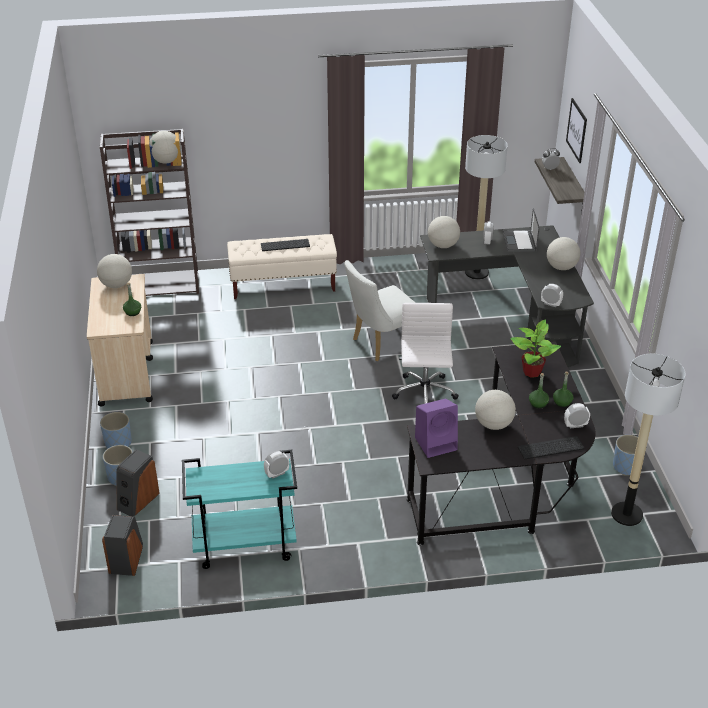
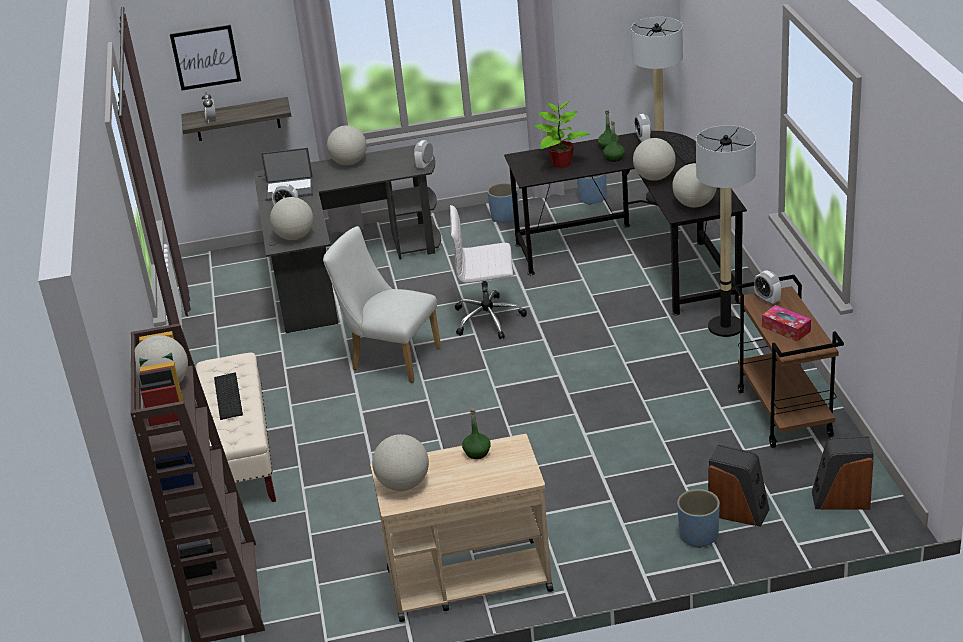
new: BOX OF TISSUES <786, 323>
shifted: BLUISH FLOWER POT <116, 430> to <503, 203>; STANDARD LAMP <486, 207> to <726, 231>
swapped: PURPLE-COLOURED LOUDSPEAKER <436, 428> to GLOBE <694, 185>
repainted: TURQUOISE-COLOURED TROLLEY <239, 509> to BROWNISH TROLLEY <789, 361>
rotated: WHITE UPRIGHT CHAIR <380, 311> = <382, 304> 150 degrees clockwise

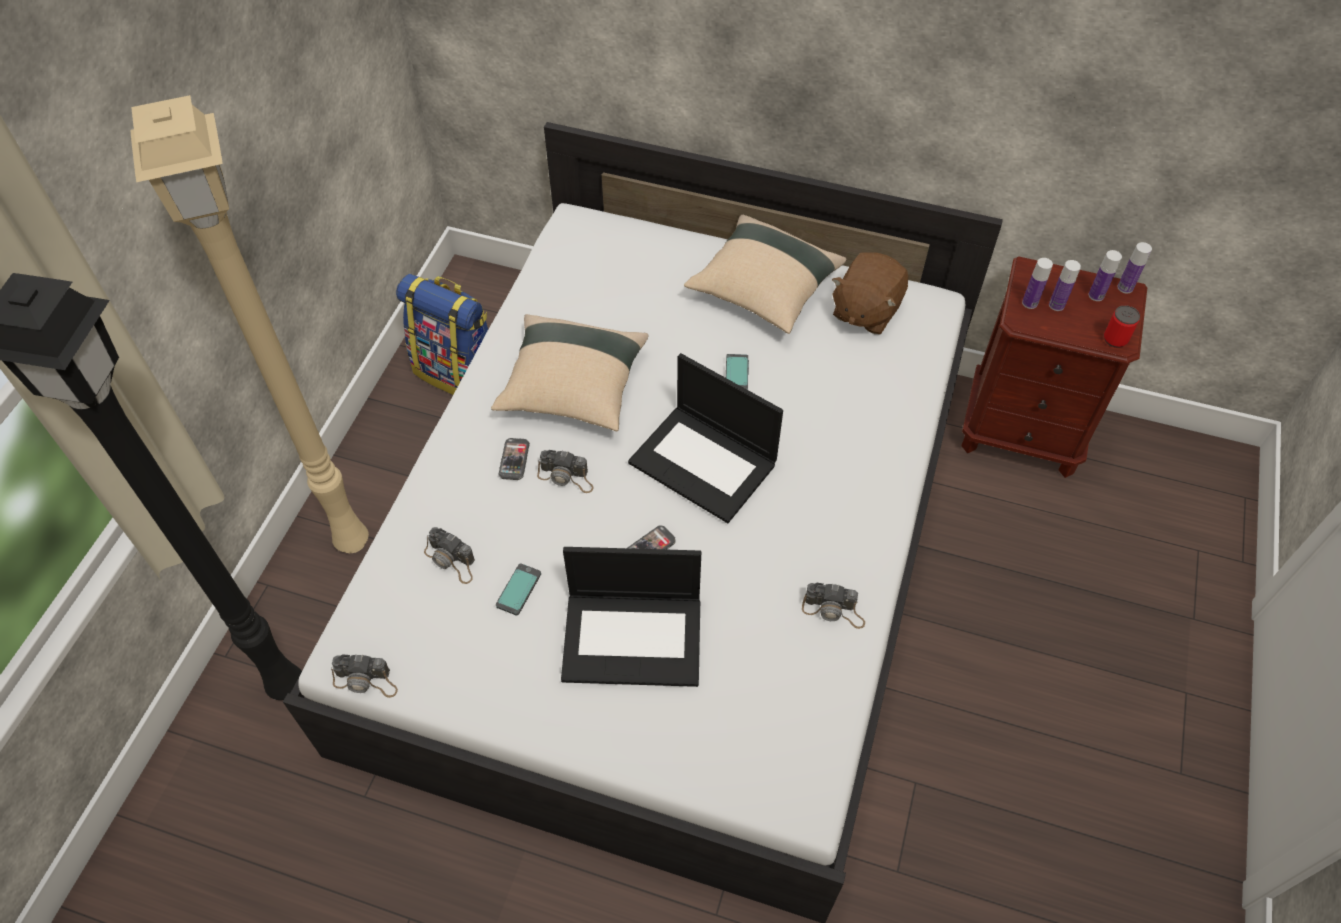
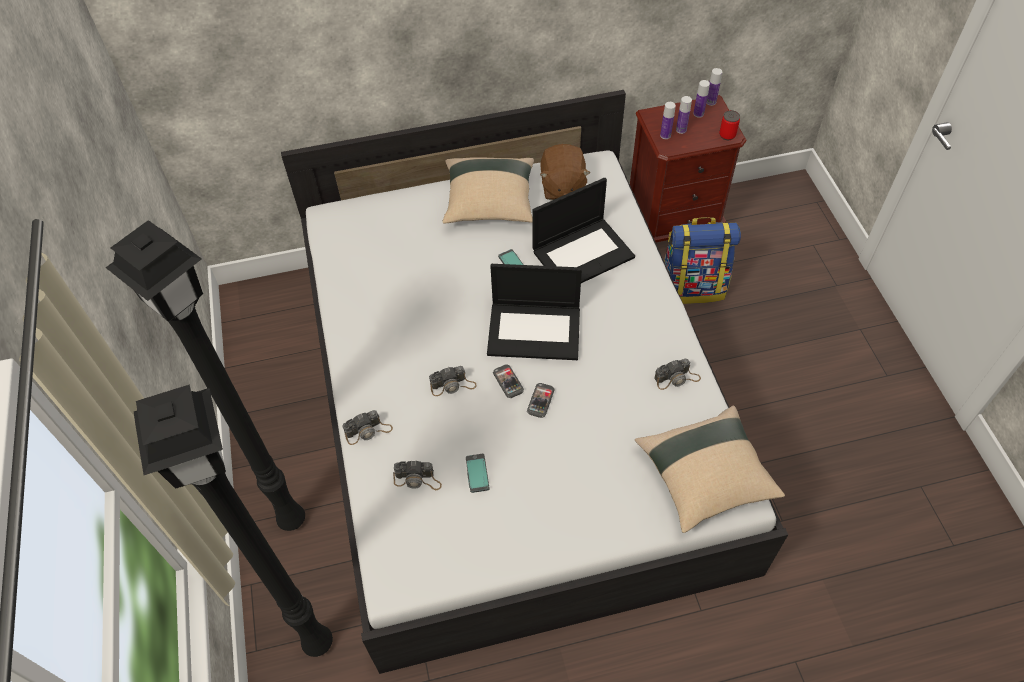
shifted: PHOTO CAMERA <364, 676> to <367, 427>; BACKPACK <442, 334> to <702, 260>; BEIGE CUSHION <569, 372> to <710, 469>; HANDSET <514, 459> to <508, 381>; PORTABLE COMPUTER <631, 617> to <583, 230>
repainted: BEIGE STANDARD LAMP <249, 324> to BLACK-COLOURED STANDARD LAMP <205, 375>

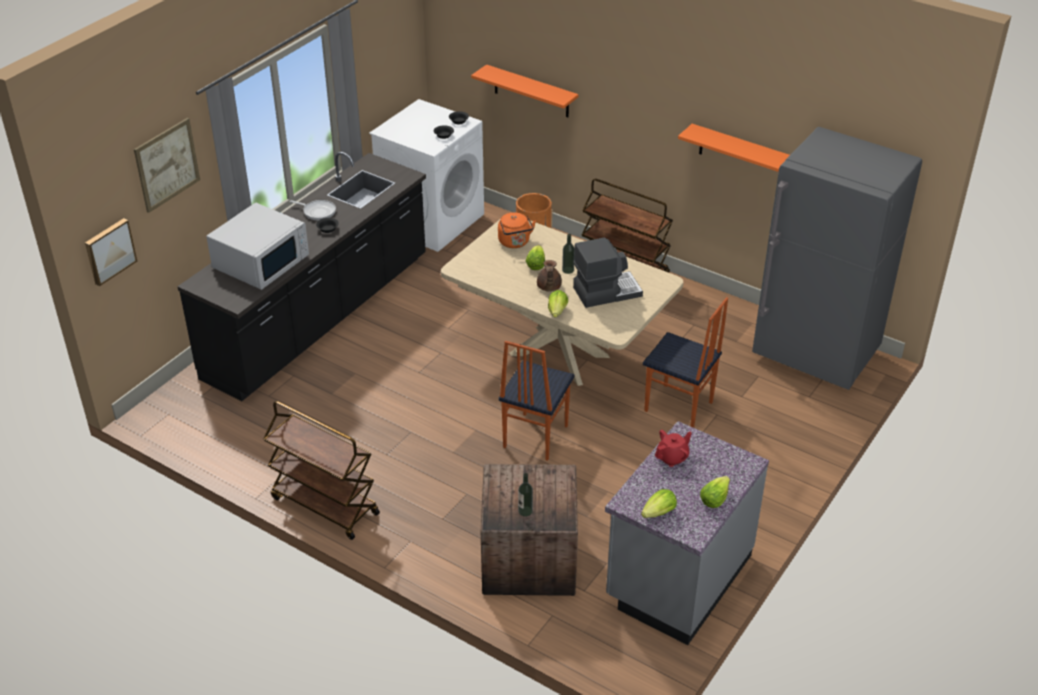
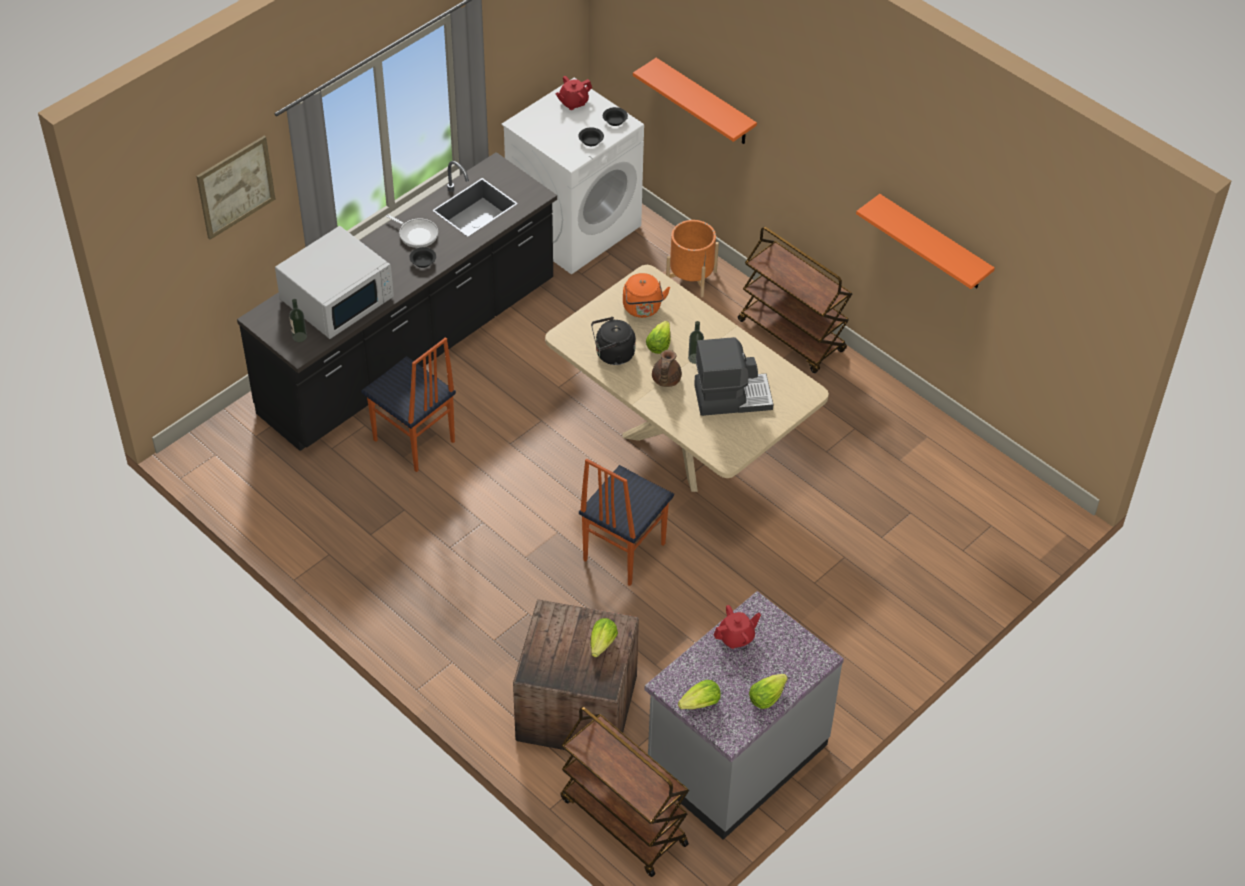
gone: PICTURE <111, 252>; GRAY FRIDGE <837, 258>
new: REDDISH TEA POT <573, 93>; BLACK-COLOURED KETTLE <613, 341>
shifted: BROWNISH TROLLEY <321, 470> to <624, 791>; BOTTLE <525, 495> to <298, 320>; LETTUCE HEAD <558, 303> to <604, 637>; UPRIGHT CHAIR <685, 362> to <408, 404>

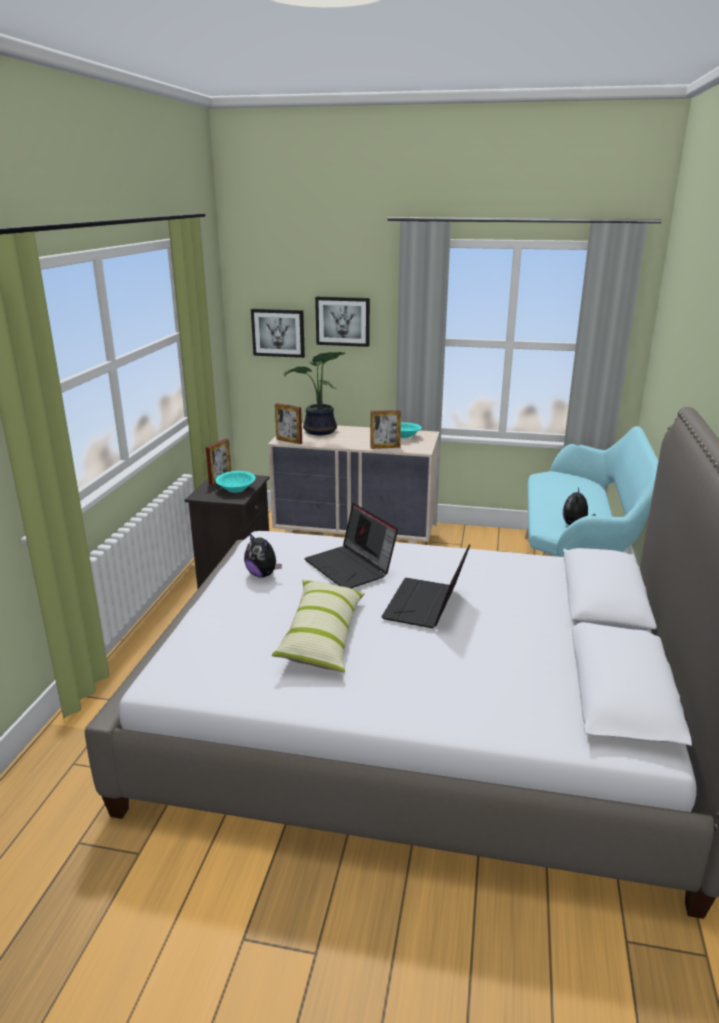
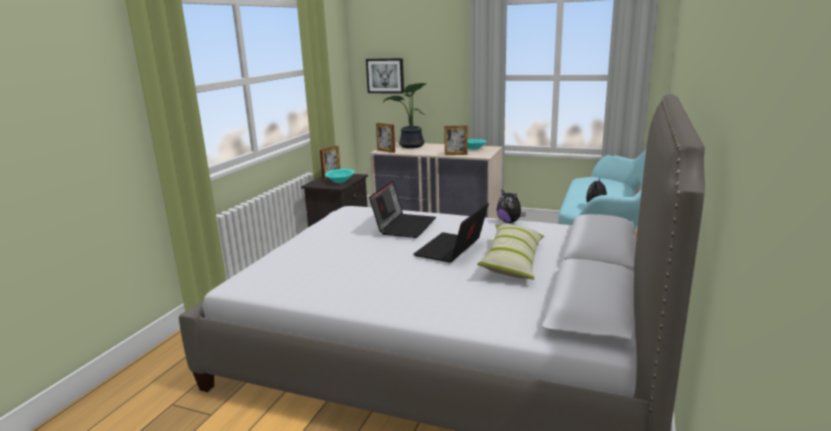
gone: PICTURE <342, 322>
shifted: CUDDLY TOY <263, 555> to <511, 206>; CUSHION <318, 625> to <510, 251>
rotated: PORTABLE COMPUTER <351, 545> = <402, 209> 135 degrees counterclockwise

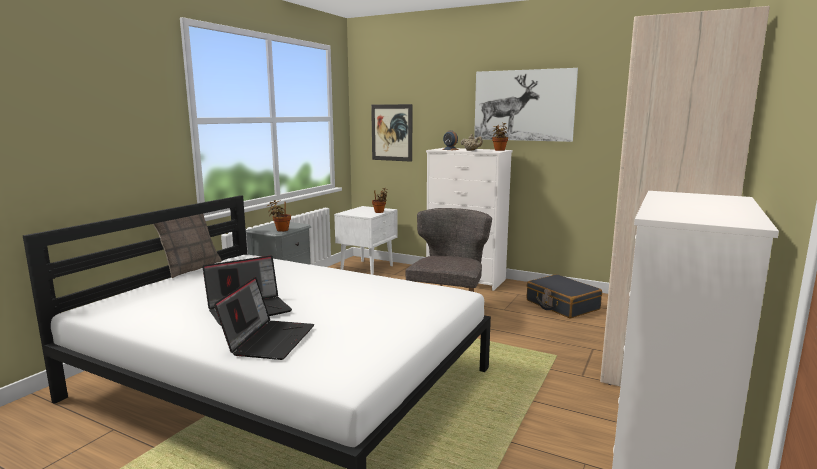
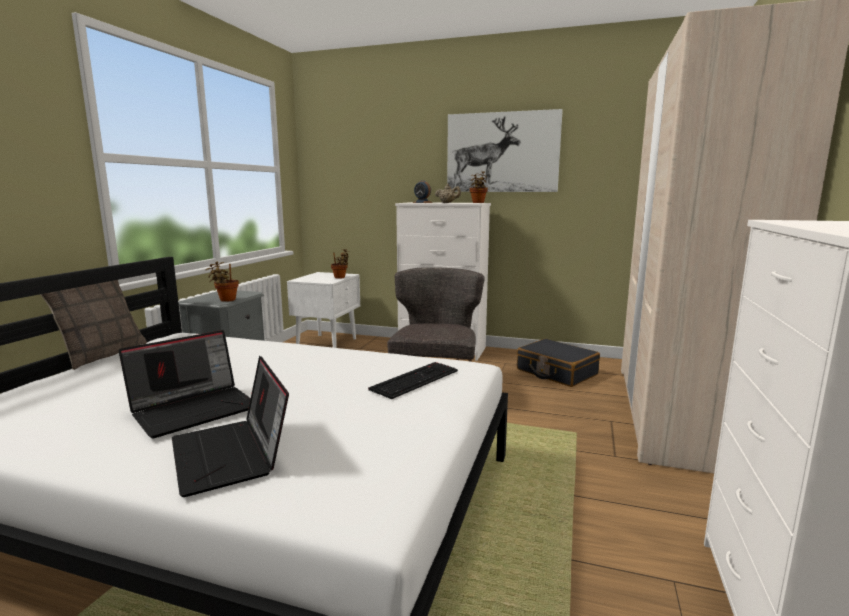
gone: PICTURE <391, 133>
new: COMPUTER KEYBOARD <413, 380>
rotated: PORTABLE COMPUTER <264, 318> = <230, 426> 150 degrees clockwise

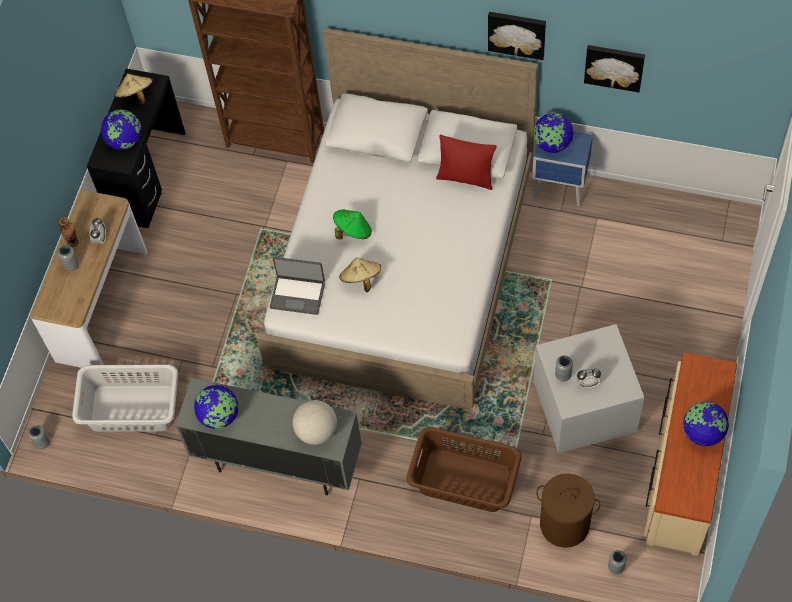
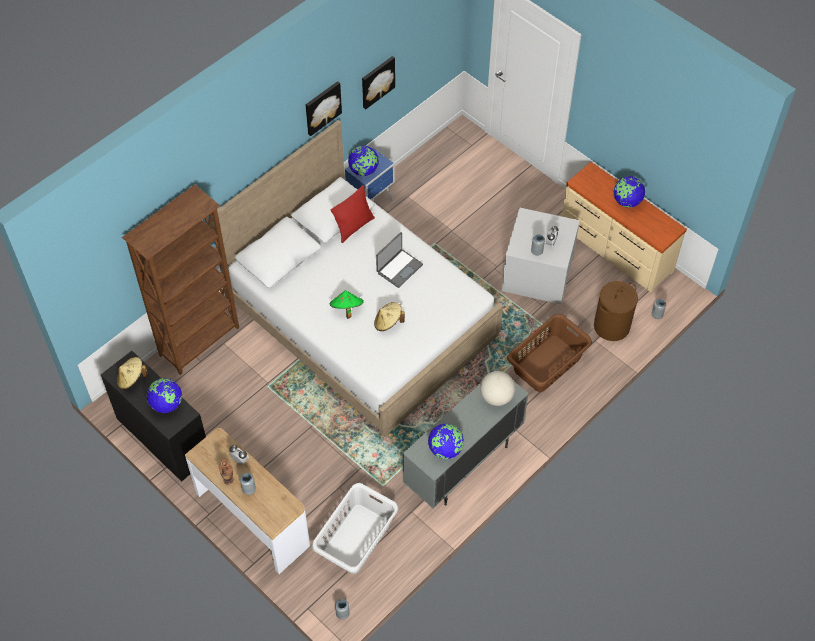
shifted: PORTABLE COMPUTER <297, 286> to <399, 260>

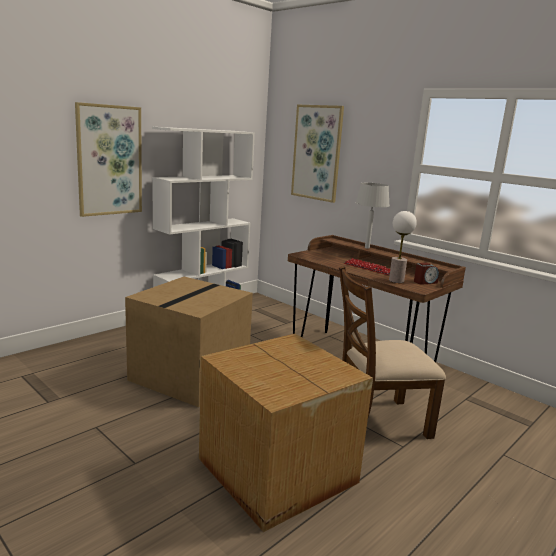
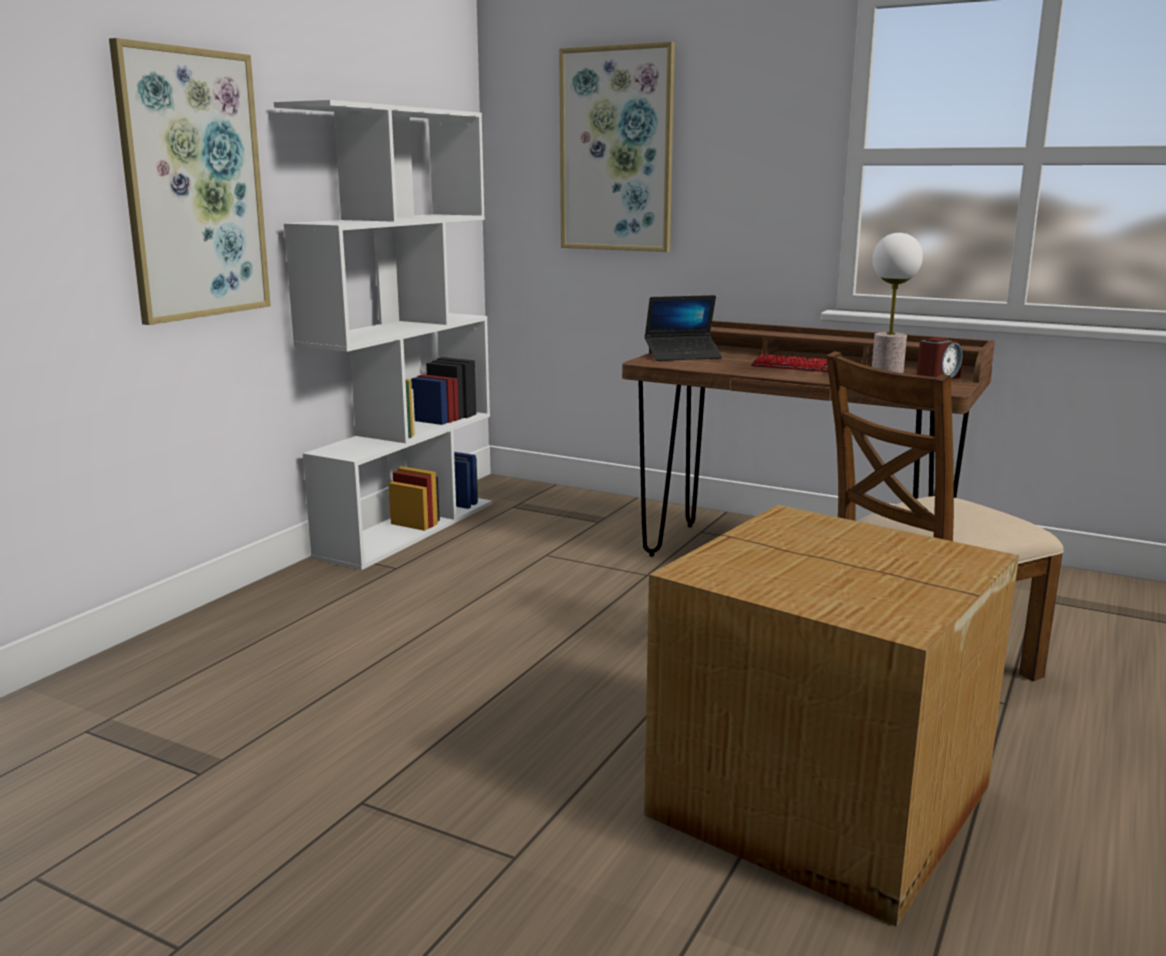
gone: CARTON <189, 342>; GRAY TABLE LAMP <372, 216>
new: PORTABLE COMPUTER <683, 328>

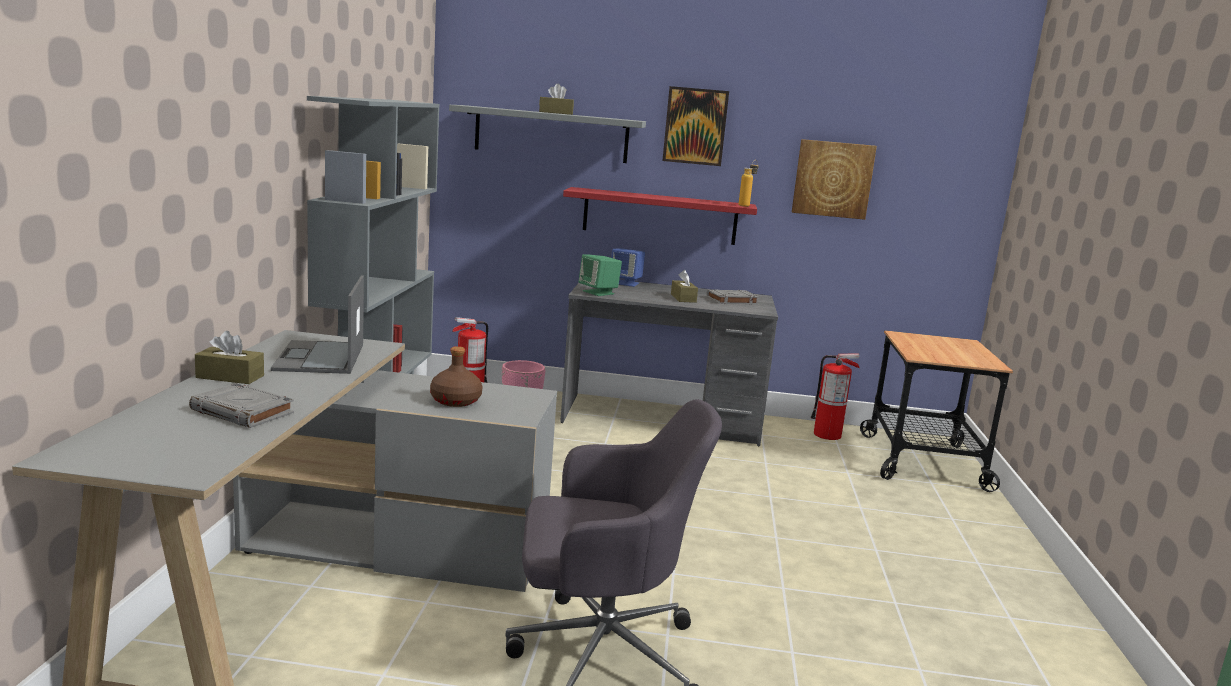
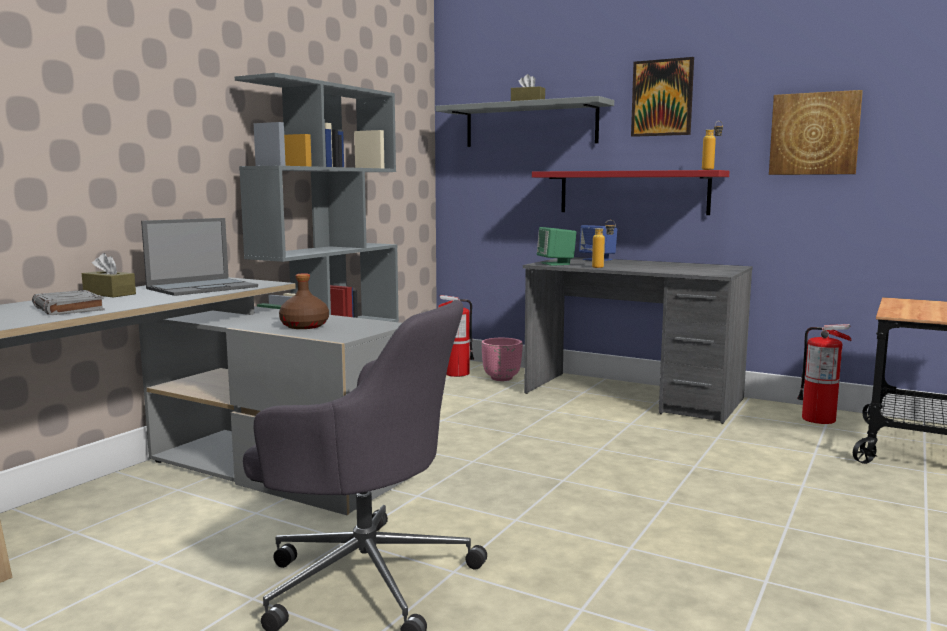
gone: BROWNISH BOX OF TISSUES <684, 286>; GRAY BOUND BOOK <733, 297>
new: BOTTLE <603, 244>
rotated: PORTABLE COMPUTER <317, 324> = <199, 257> 150 degrees counterclockwise

